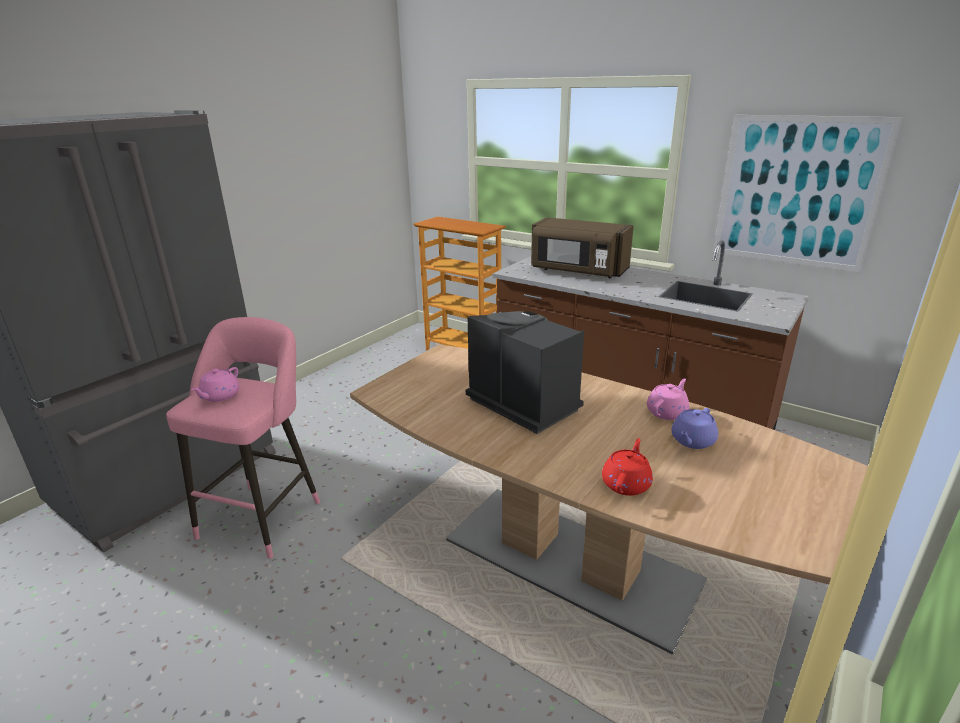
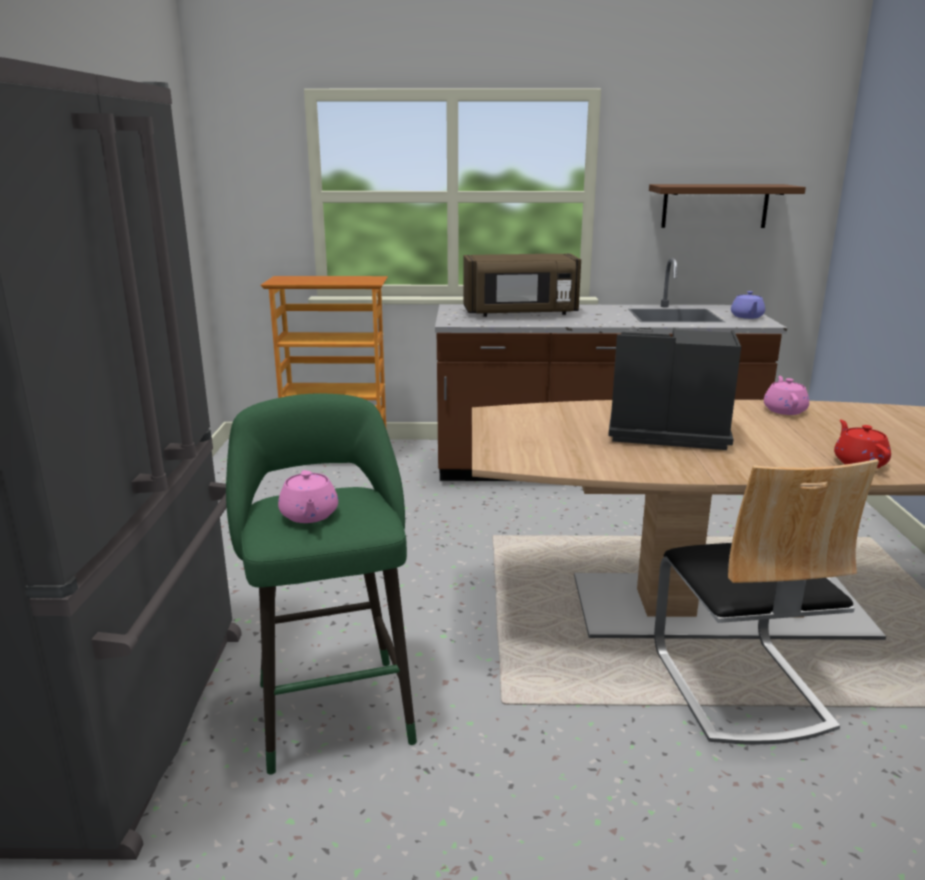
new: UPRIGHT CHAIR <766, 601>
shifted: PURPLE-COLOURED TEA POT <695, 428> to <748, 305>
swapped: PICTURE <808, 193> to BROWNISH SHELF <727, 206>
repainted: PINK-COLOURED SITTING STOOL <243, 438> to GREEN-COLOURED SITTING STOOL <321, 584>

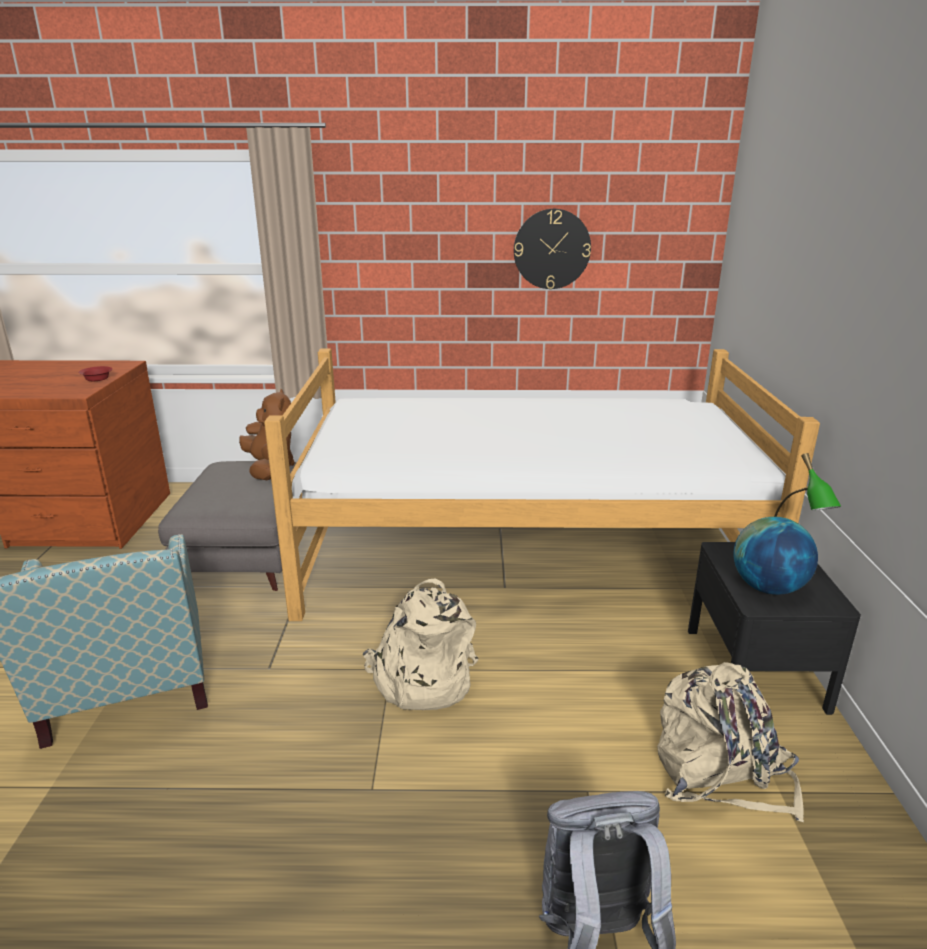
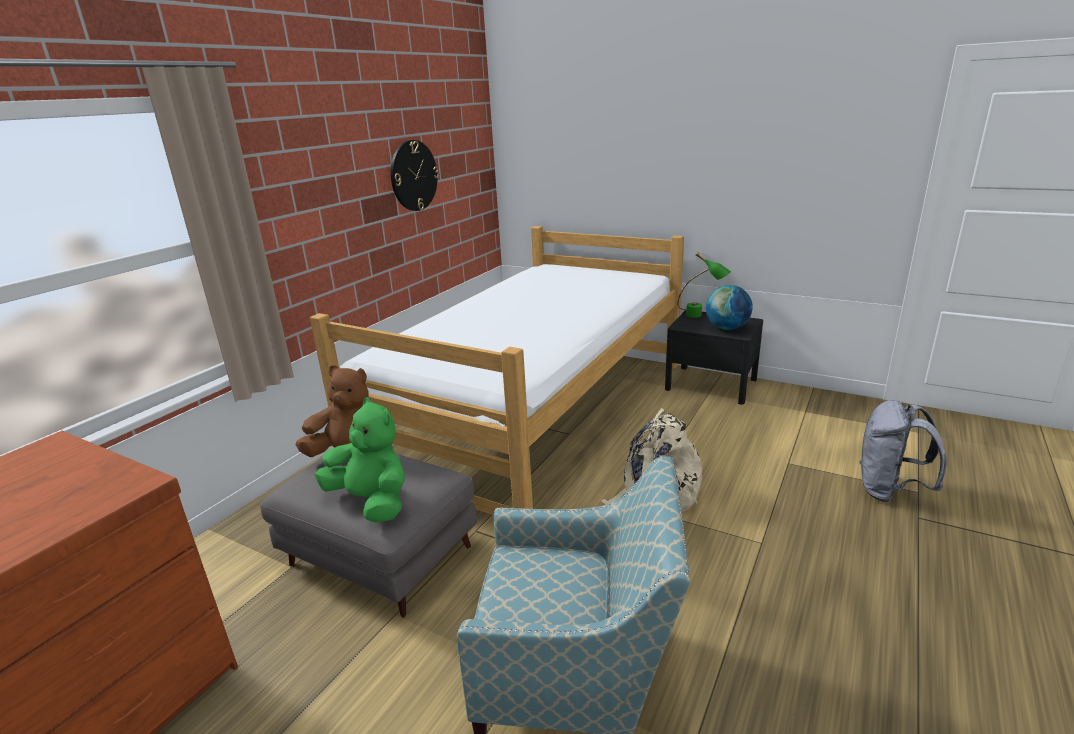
gone: REDDISH BOWL <95, 373>; BEIGE BACKPACK <730, 742>
new: GREEN-COLOURED CUDDLY TOY <360, 460>

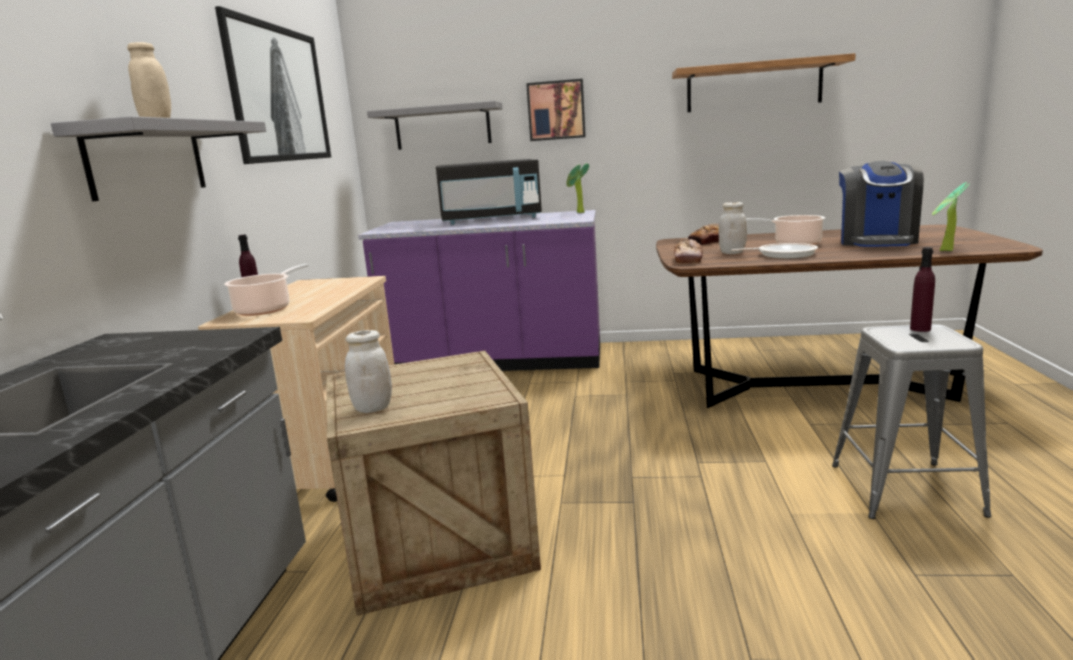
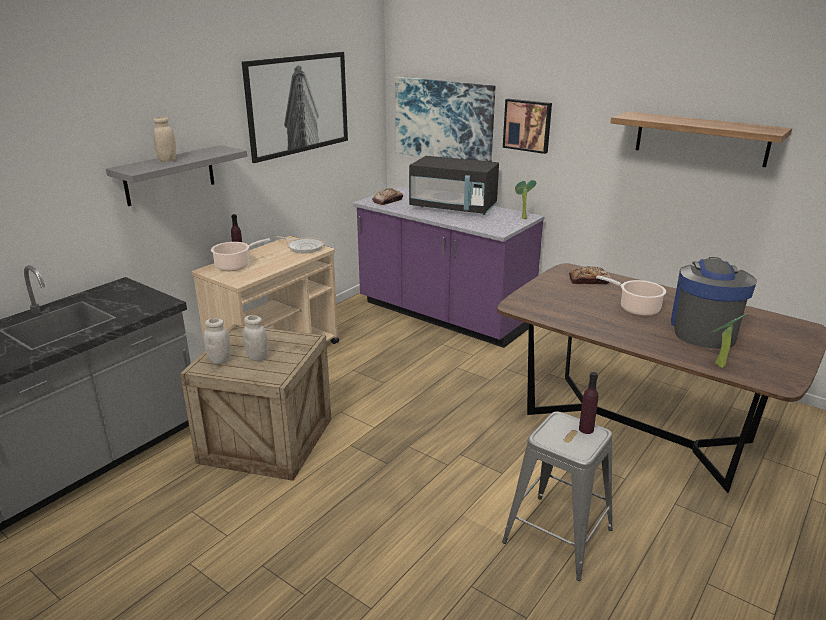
shifted: BREAD <688, 250> to <387, 196>; WHITE PRESERVE JAR <733, 228> to <255, 338>; FRYING PAN <774, 251> to <300, 244>
swapped: GRAY SHELF <435, 125> to PICTURE <445, 119>
rotated: COFFEE MACHINE <881, 204> = <714, 303> 150 degrees clockwise

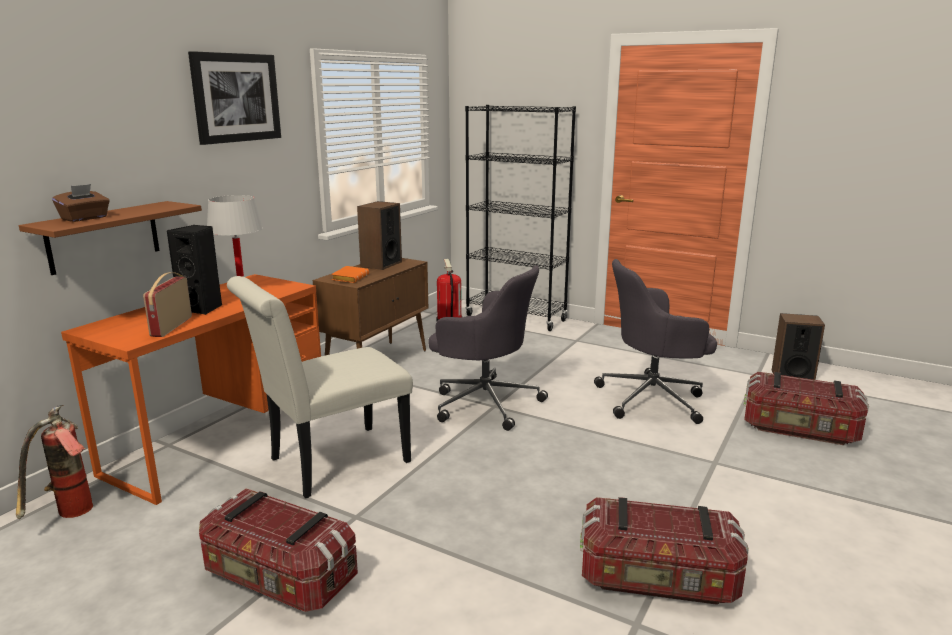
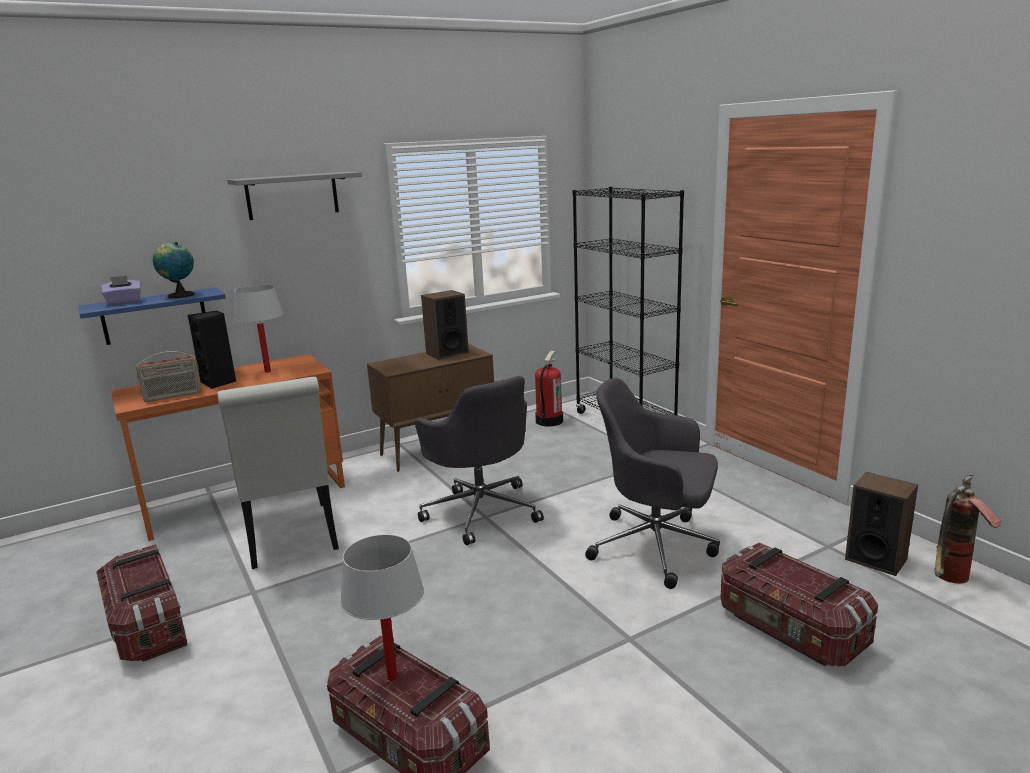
gone: ORANGE BOUND BOOK <350, 274>
new: GLOBE <174, 270>; WHITE TABLE LAMP <382, 608>
shifted: FIRE EXTINGUISHER <54, 462> to <968, 529>
swapped: PICTURE <234, 98> to GRAY SHELF <294, 196>
repainted: BROWNISH SHELF <110, 238> to BLUISH SHELF <152, 316>; BROWNISH BOX OF TISSUES <81, 203> to PURPLE-COLOURED BOX OF TISSUES <121, 290>
rotated: RADIO SET <167, 304> = <169, 376> 150 degrees counterclockwise; WHITE UPRIGHT CHAIR <320, 387> = <278, 473> 105 degrees counterclockwise

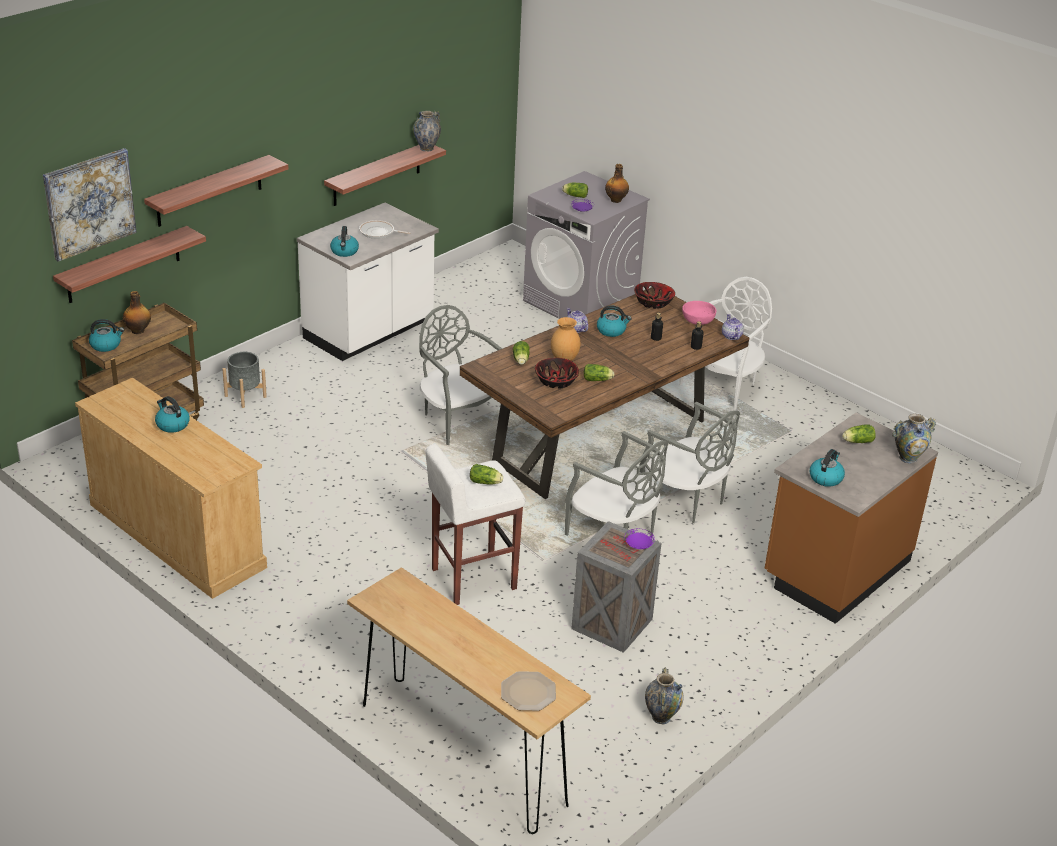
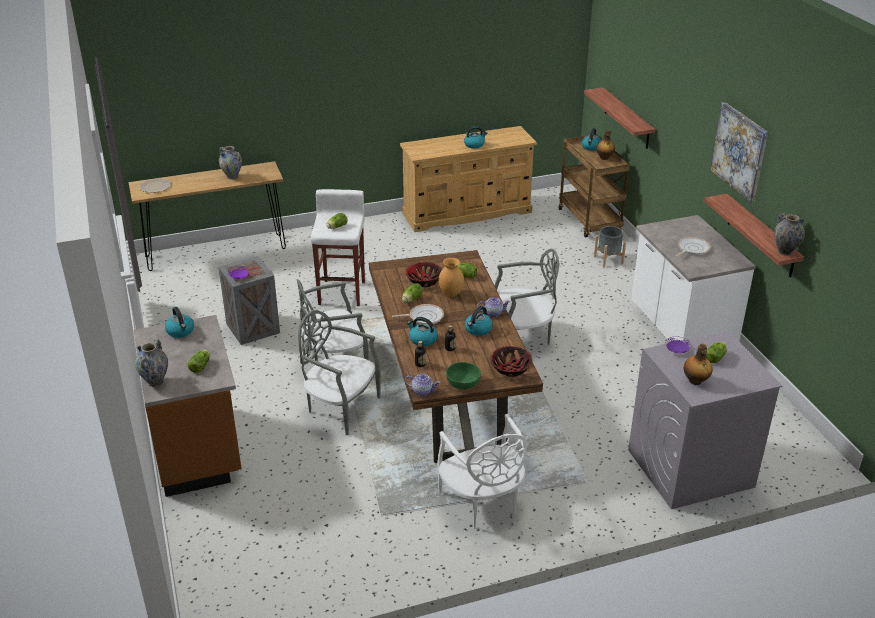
gone: SHELF <216, 191>
new: FRYING PAN <418, 314>
shifted: PICTURE <90, 205> to <739, 152>; KETTLE <344, 241> to <422, 332>; VASE <664, 695> to <230, 162>
repainted: PINK-COLOURED BOWL <699, 313> to GREEN-COLOURED BOWL <463, 376>
rotated: GRAY UPRIGHT CHAIR <689, 462> = <339, 372> 45 degrees clockwise

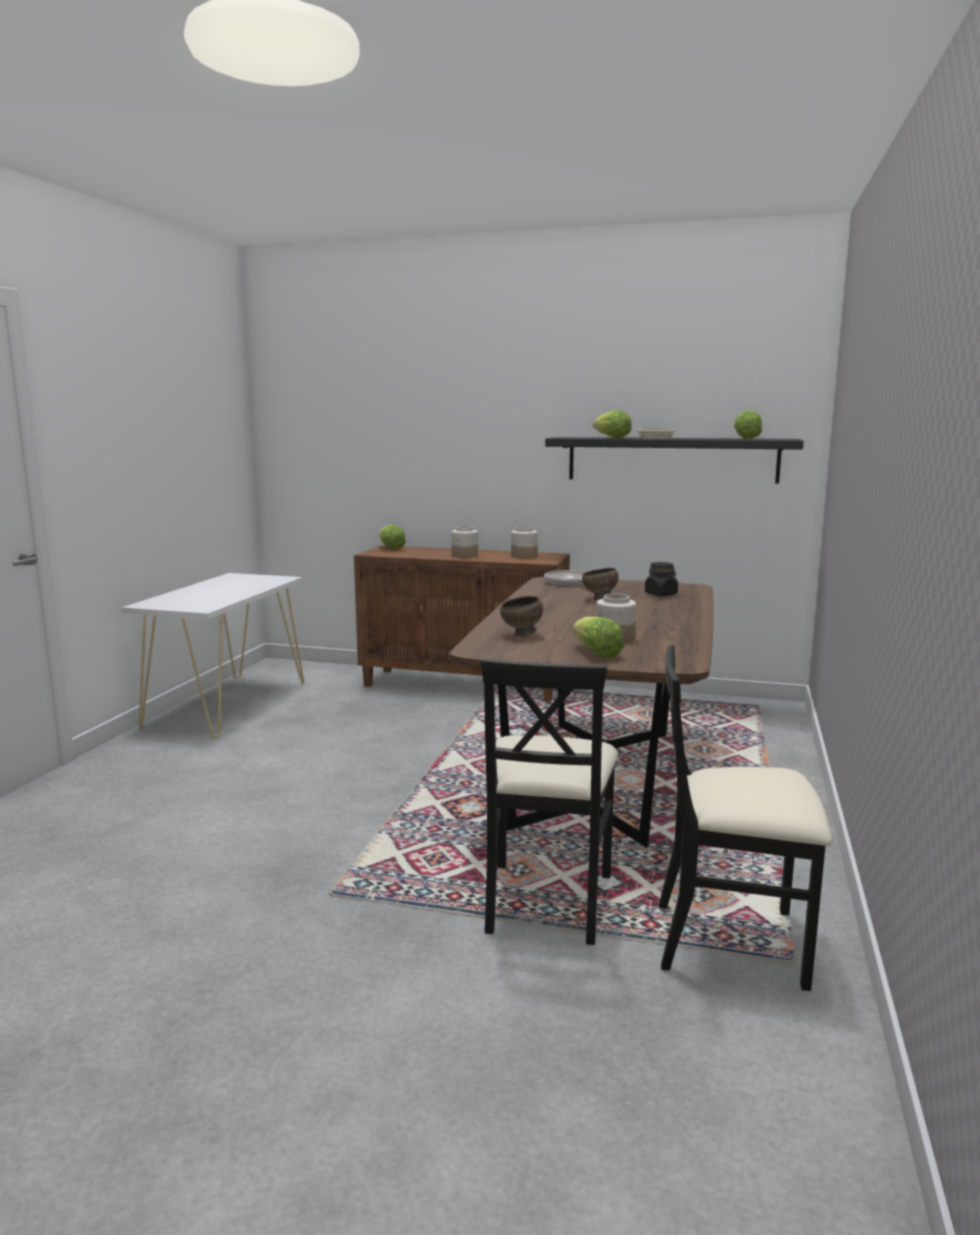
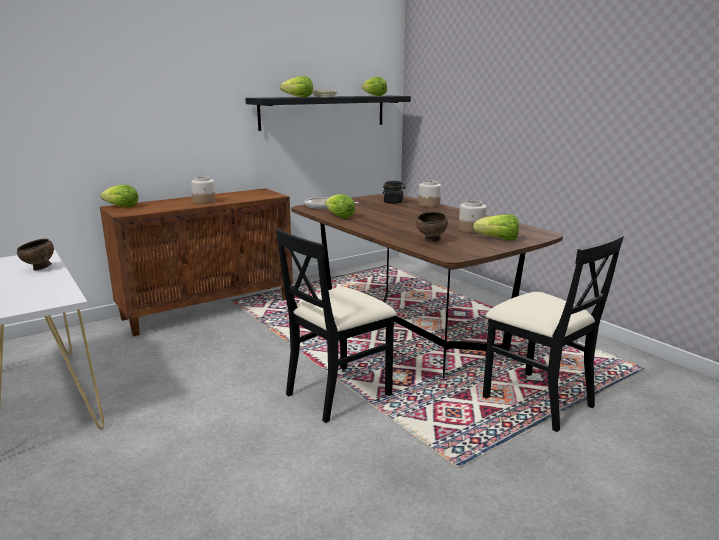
new: LETTUCE HEAD <340, 206>
shifted: PRESERVE JAR <524, 542> to <429, 193>; BROWNISH BOWL <600, 584> to <35, 255>; BLACK-COLOURED UPRIGHT CHAIR <745, 818> to <336, 326>

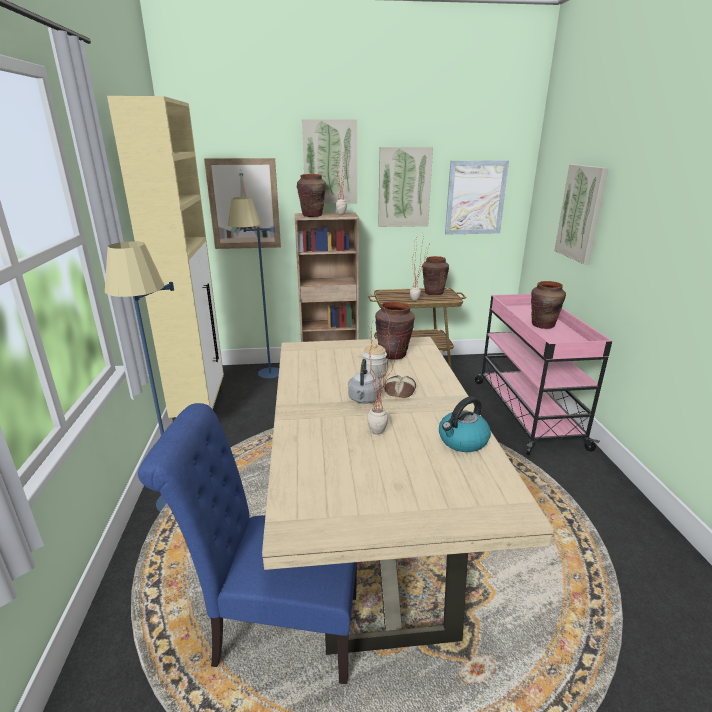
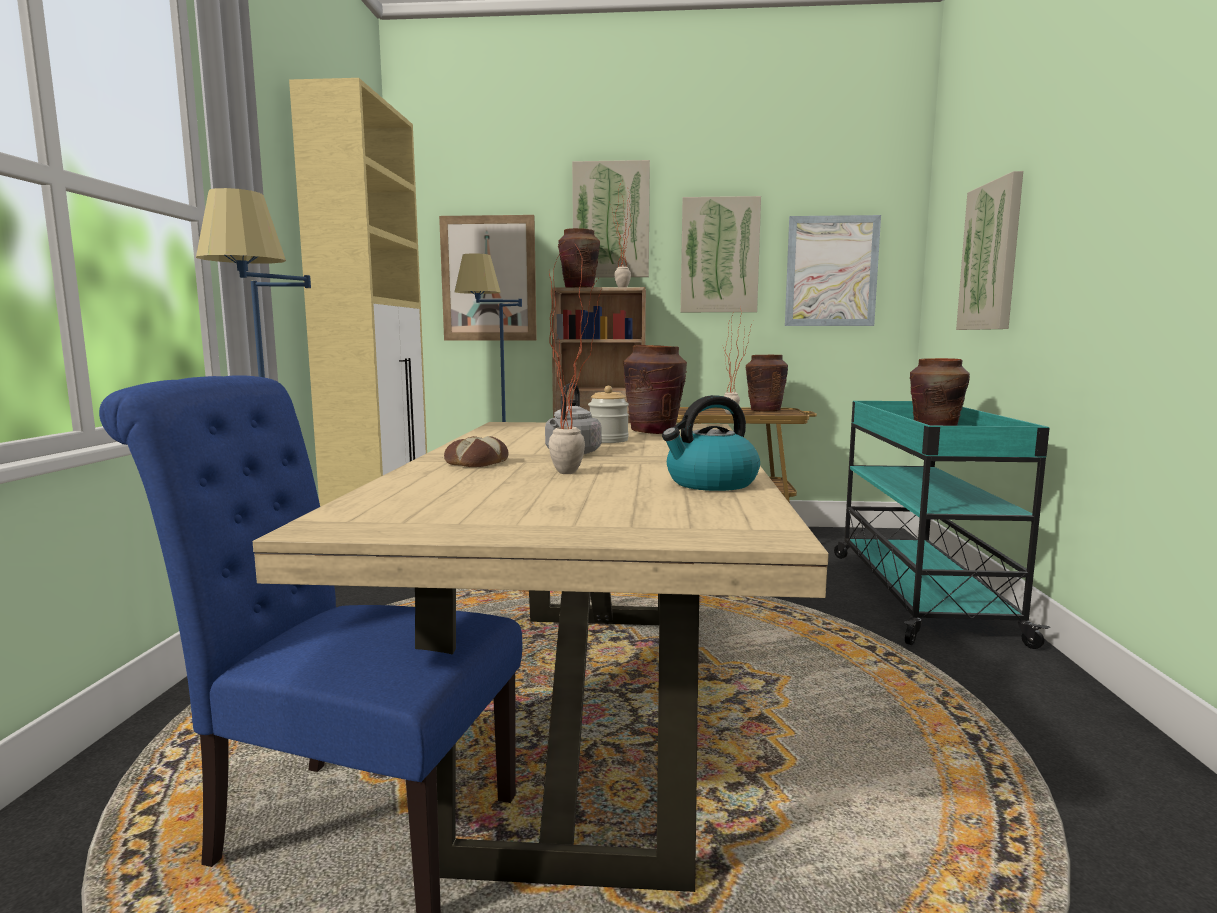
shifted: BREAD <400, 386> to <476, 451>
repainted: PINK-COLOURED TROLLEY <543, 375> to TURQUOISE-COLOURED TROLLEY <942, 525>

